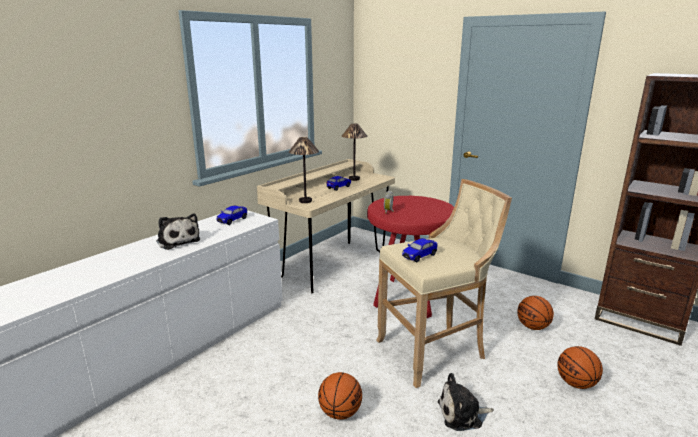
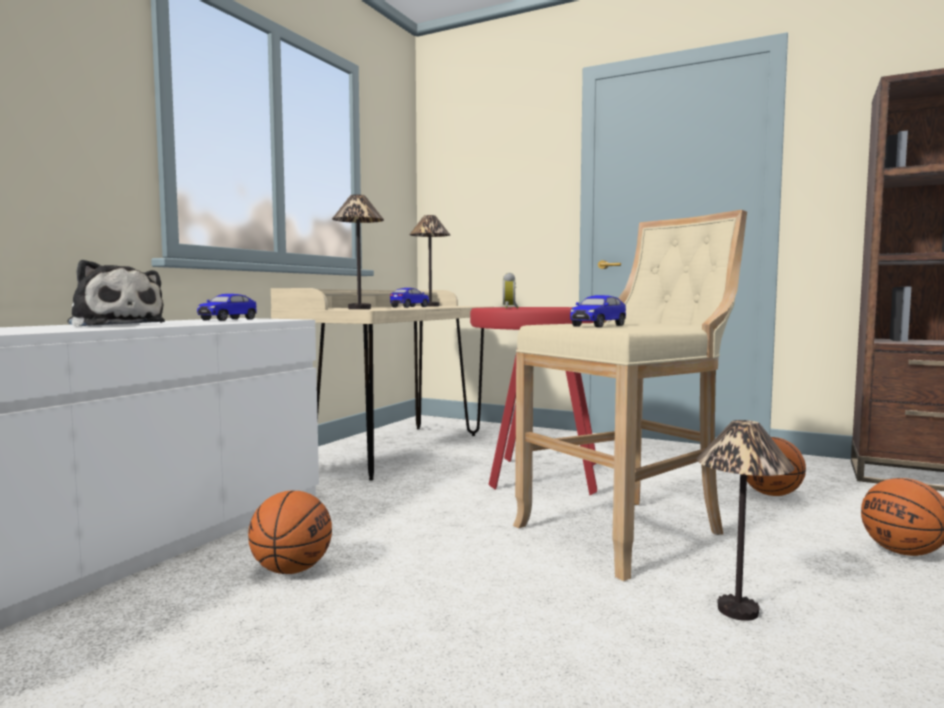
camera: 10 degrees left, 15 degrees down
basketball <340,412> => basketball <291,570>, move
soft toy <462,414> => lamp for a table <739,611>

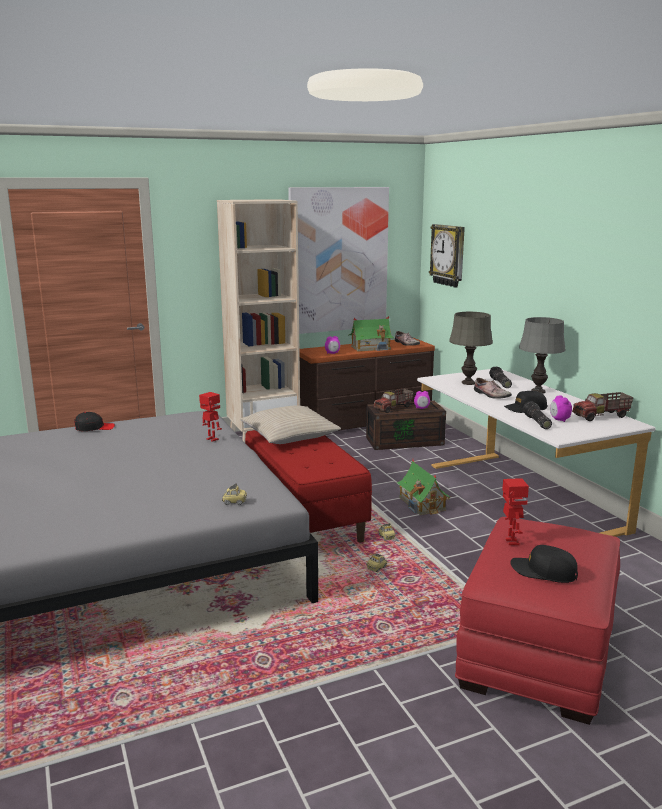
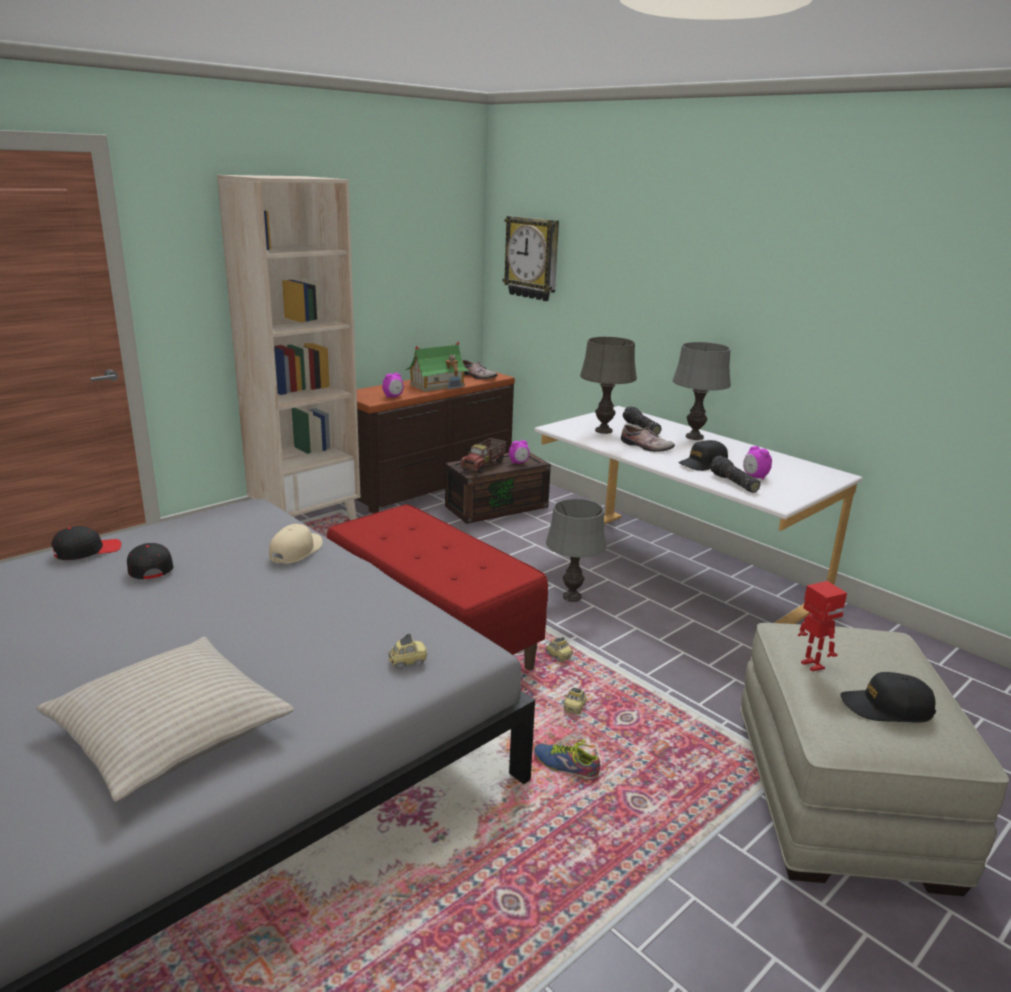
camera: 20 degrees left, 5 degrees up
robot figure <212,439> => beige baseball cap <296,551>
beige pillow <289,435> => beige pillow <170,731>, move
wall picture <338,260> => nothing
model house <422,503> => grey lamp for a table <572,597>
reddish pouffe <537,653> => beige pouffe <840,799>
toy truck <601,416> => nothing
nothing => black-coloured baseball cap <149,567>
nothing => item of footwear <566,764>

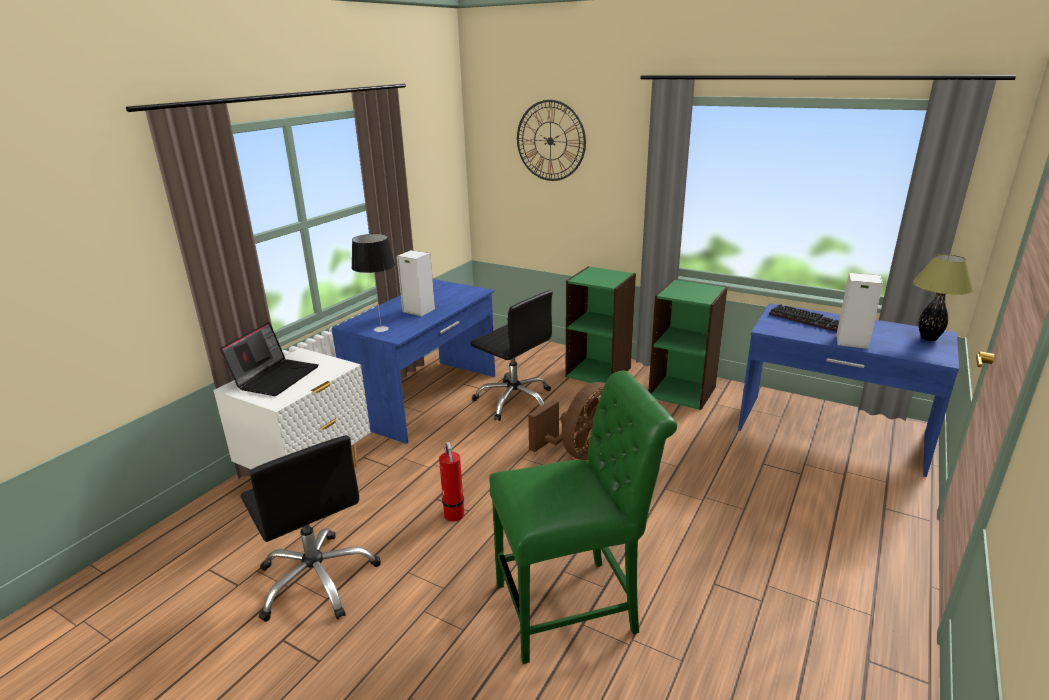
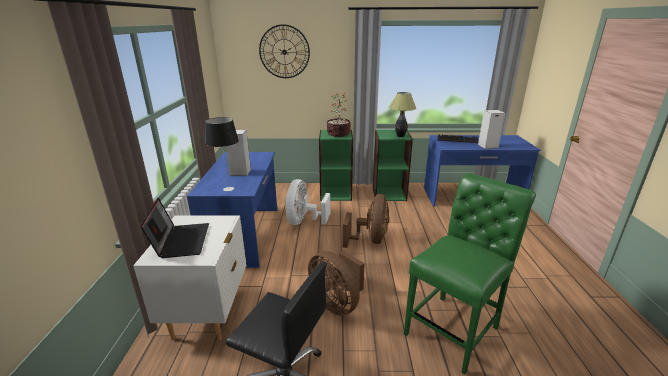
camera: 30 degrees left, 0 degrees up
extinguisher <454,516> => brown electric fan <337,303>
black-coloured office chair <514,400> => white electric fan <304,221>
lamp for a table <929,338> => lamp for a table <400,136>, move
nothing => potted plant <338,134>

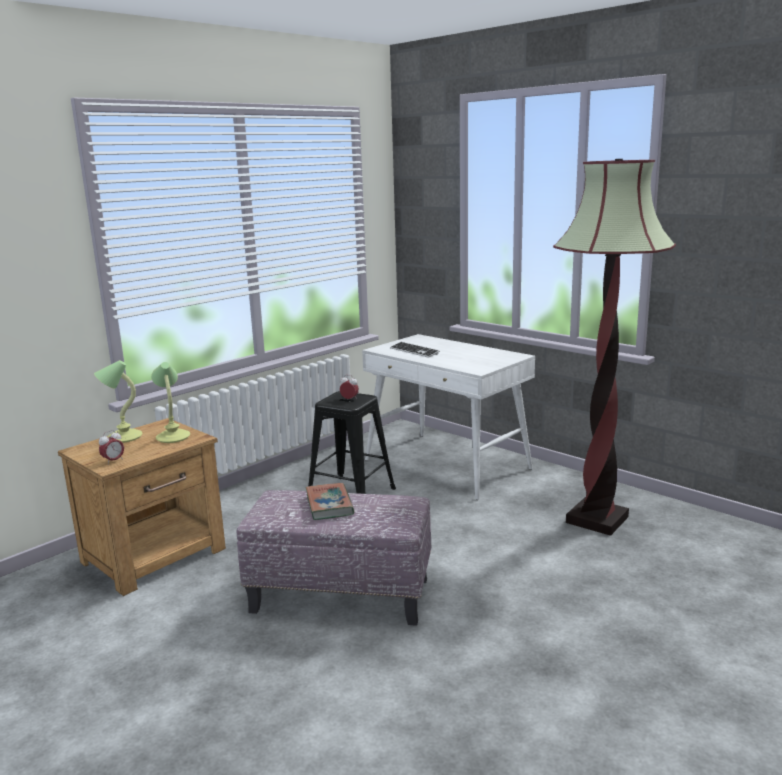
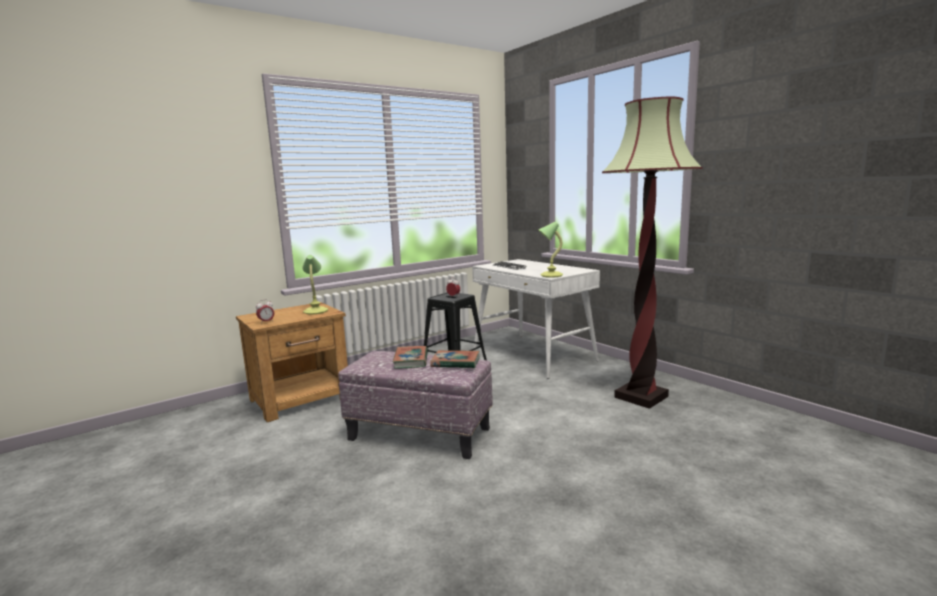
camera: 10 degrees right, 5 degrees down
lamp for a table <123,437> => lamp for a table <550,275>, move
nothing => volume <455,363>

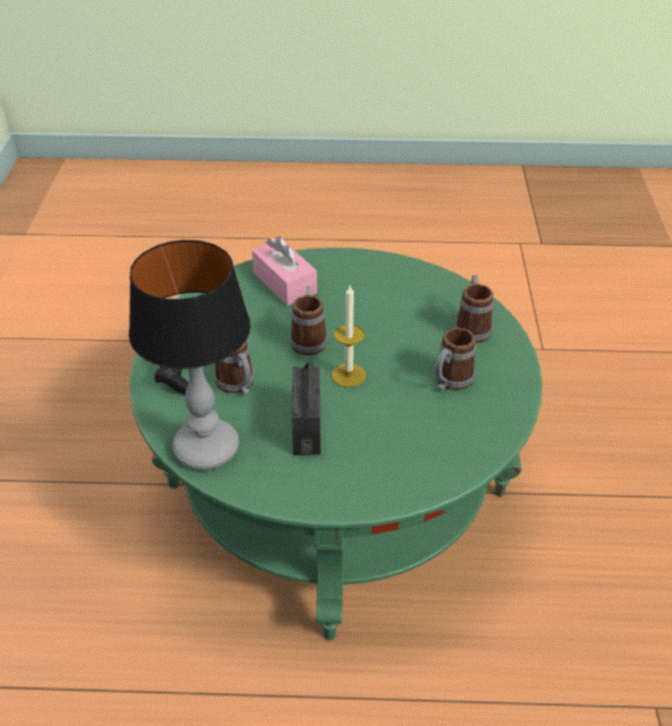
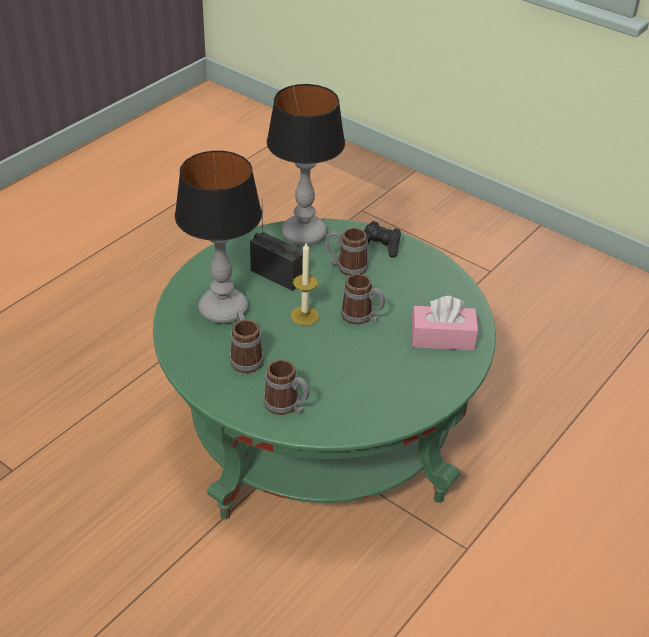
camera: 125 degrees right, 0 degrees up
nothing => lamp for a table <223,310>

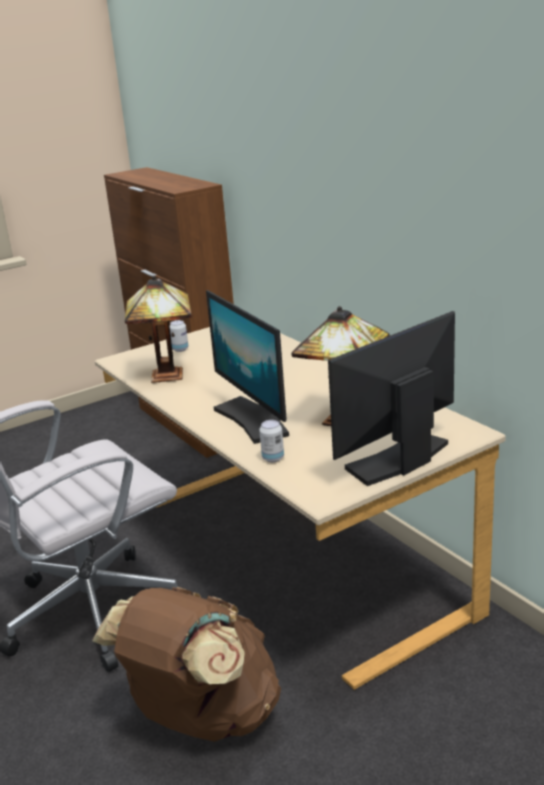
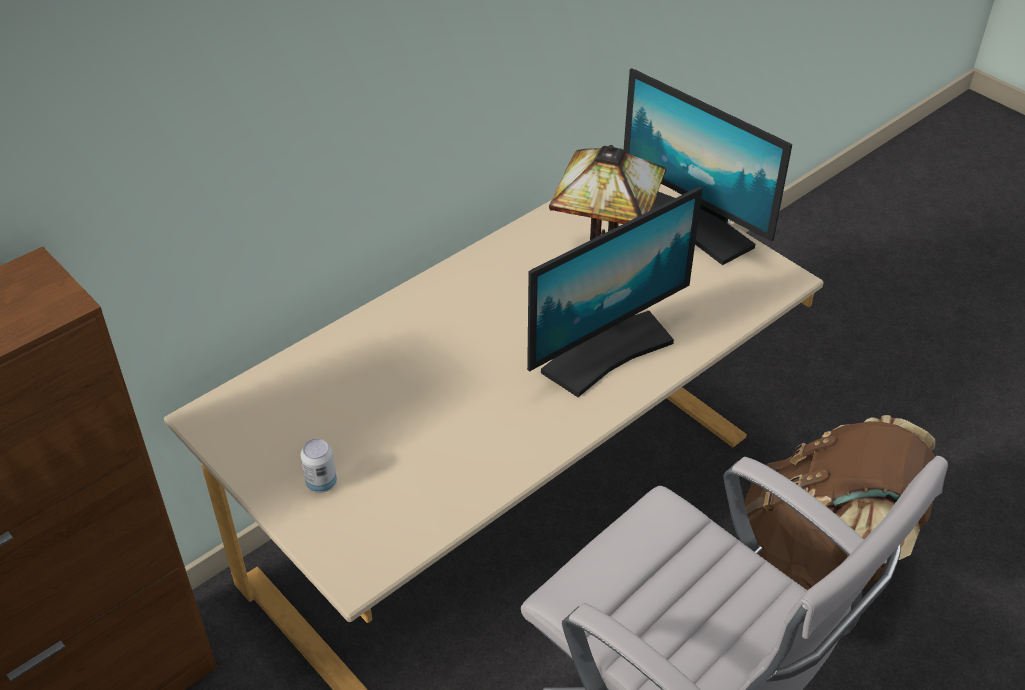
camera: 100 degrees left, 20 degrees up
lamp for a table <165,375> => nothing
sealed can <273,458> => nothing

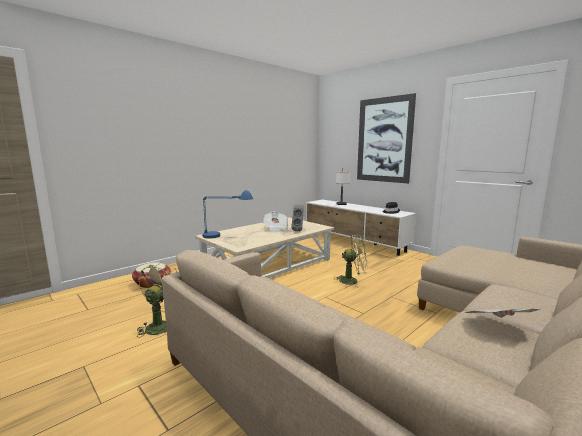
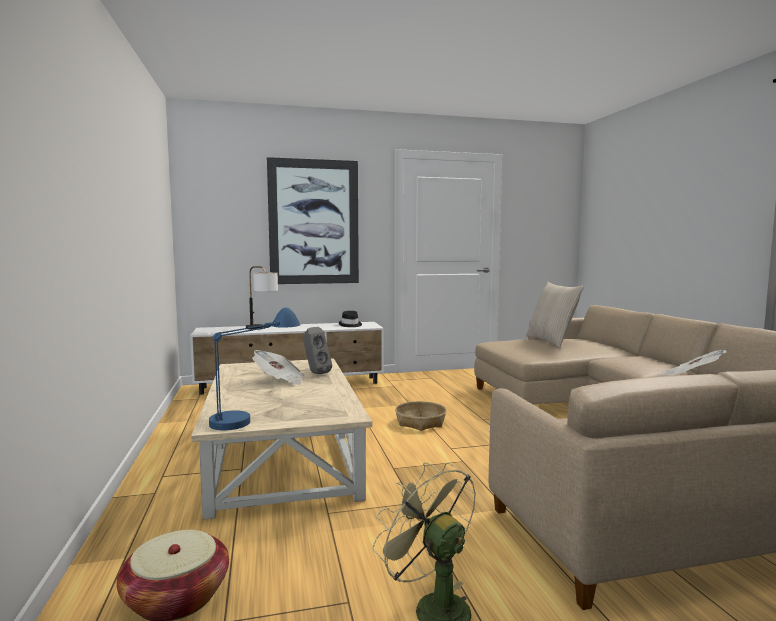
camera: 60 degrees left, 5 degrees down
green-coloured electric fan <352,281> => basket <420,422>
nothing => beige pillow <551,341>

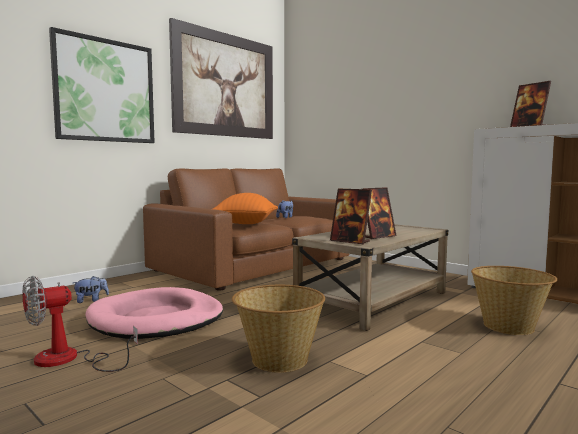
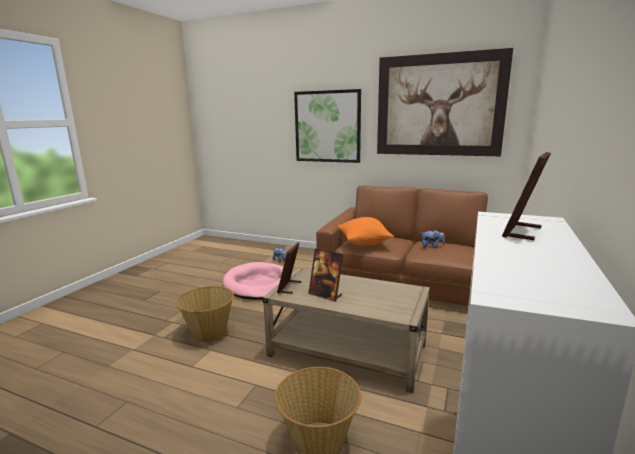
camera: 70 degrees right, 10 degrees up
electric fan <68,360> => nothing

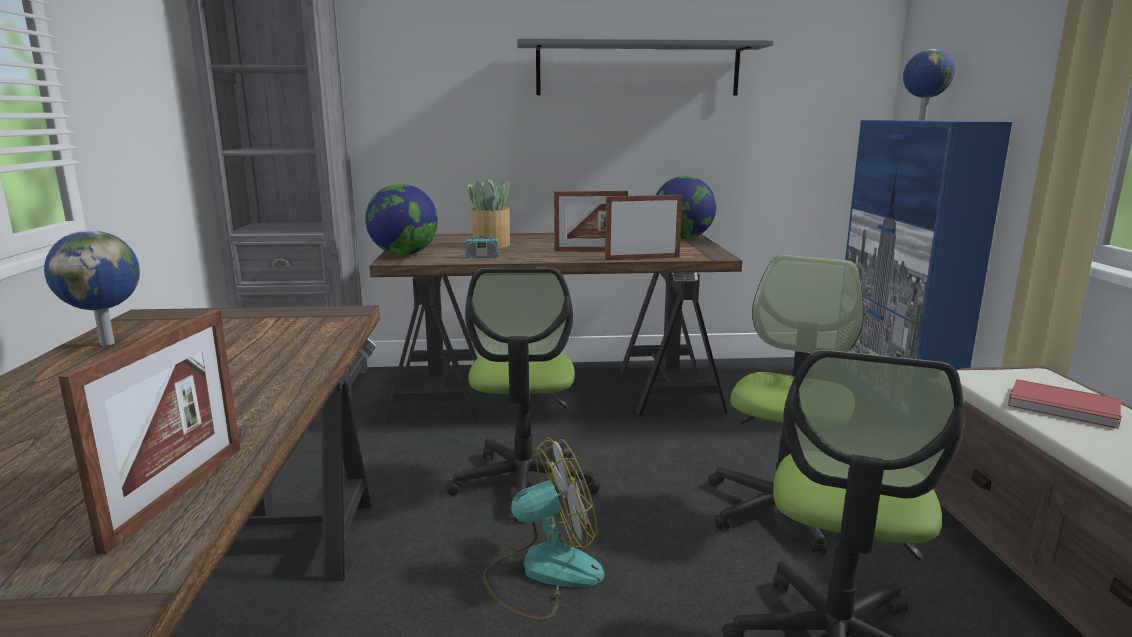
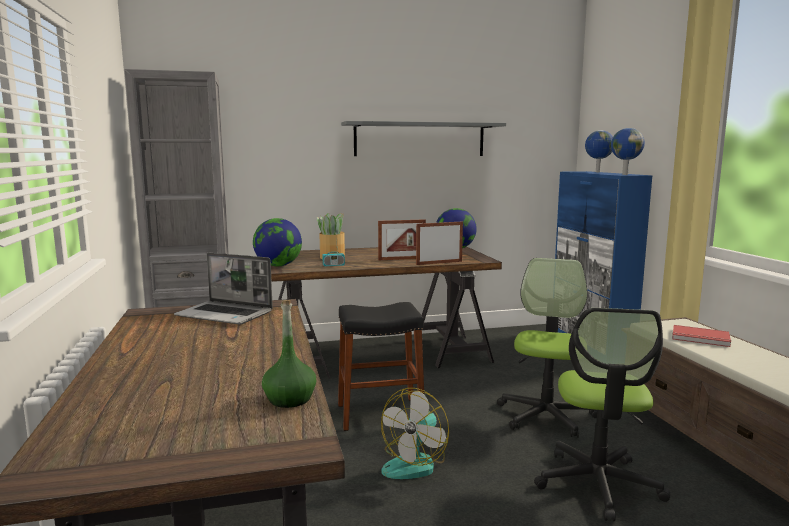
camera: 10 degrees left, 5 degrees down
world globe <108,343> => world globe <624,174>, move
picture frame <178,494> => green-coloured drink bottle <289,399>
office chair <524,482> => black-coloured stool seat <380,413>
electric fan <543,572> => electric fan <415,463>, 150 degrees clockwise
nothing => laptop <226,314>

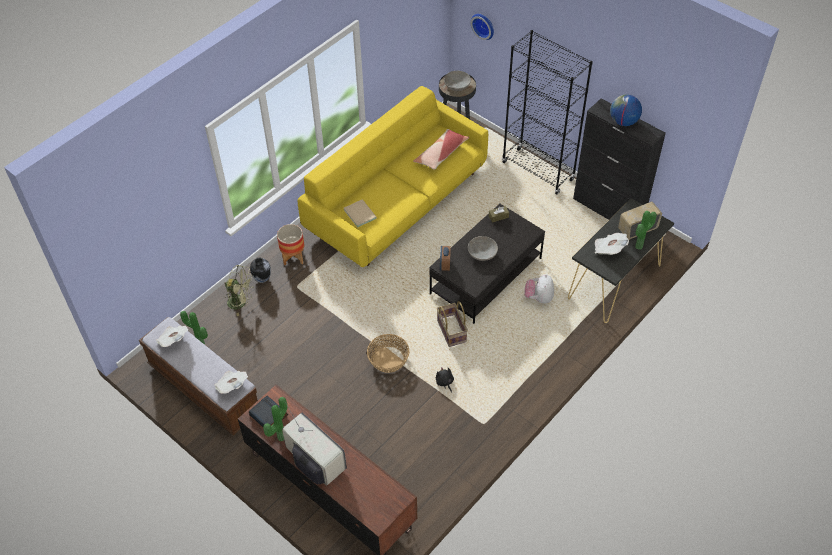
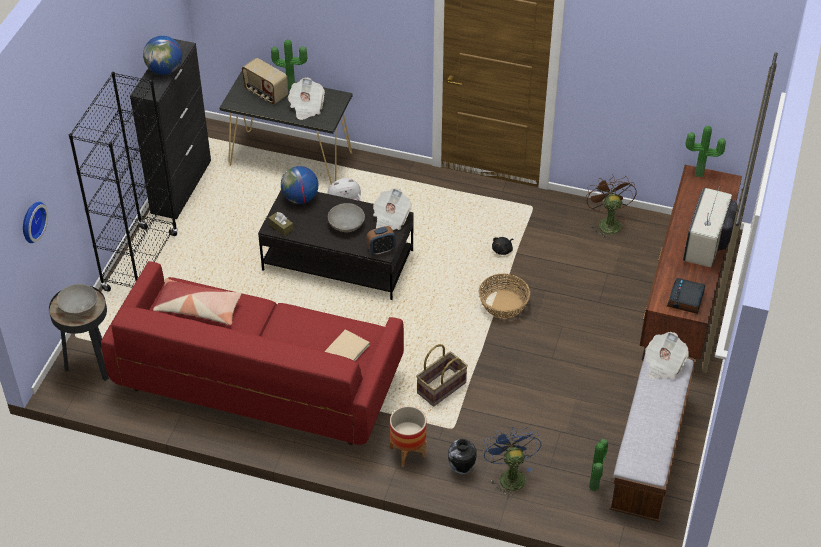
camera: 115 degrees left, 5 degrees down
newspaper <173,340> => newspaper <390,218>, move
green-coloured electric fan <241,302> => blue-coloured electric fan <509,475>
potted plant <280,437> => potted plant <699,175>, move
yellowish settee <398,202> => reddish settee <258,379>
basket <451,331> => basket <442,388>, move
nothing => world globe <300,198>
nothing => brown electric fan <607,222>

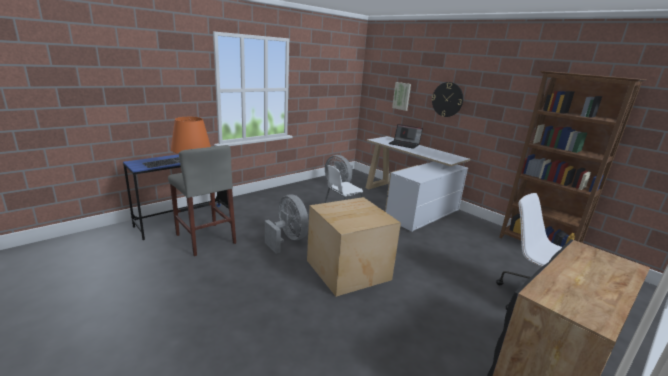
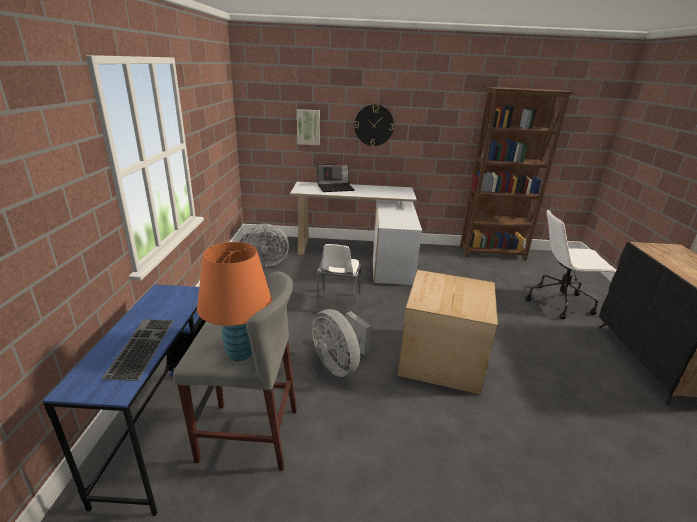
camera: 45 degrees left, 5 degrees up
grey electric fan <288,239> => grey electric fan <339,364>, 135 degrees counterclockwise

